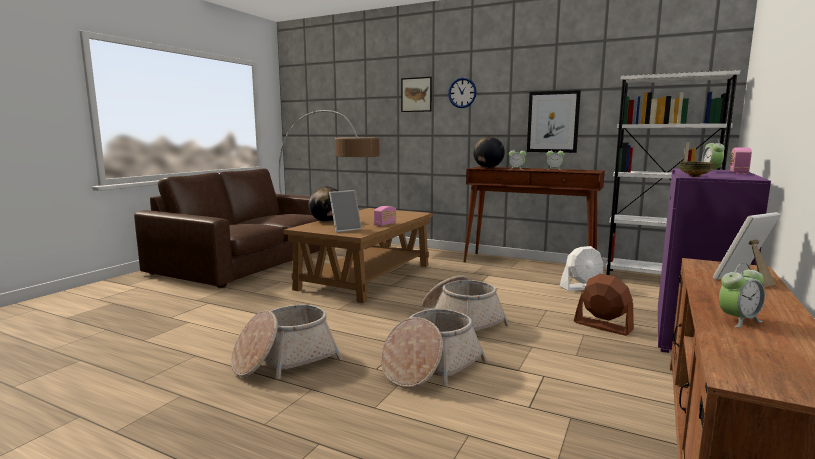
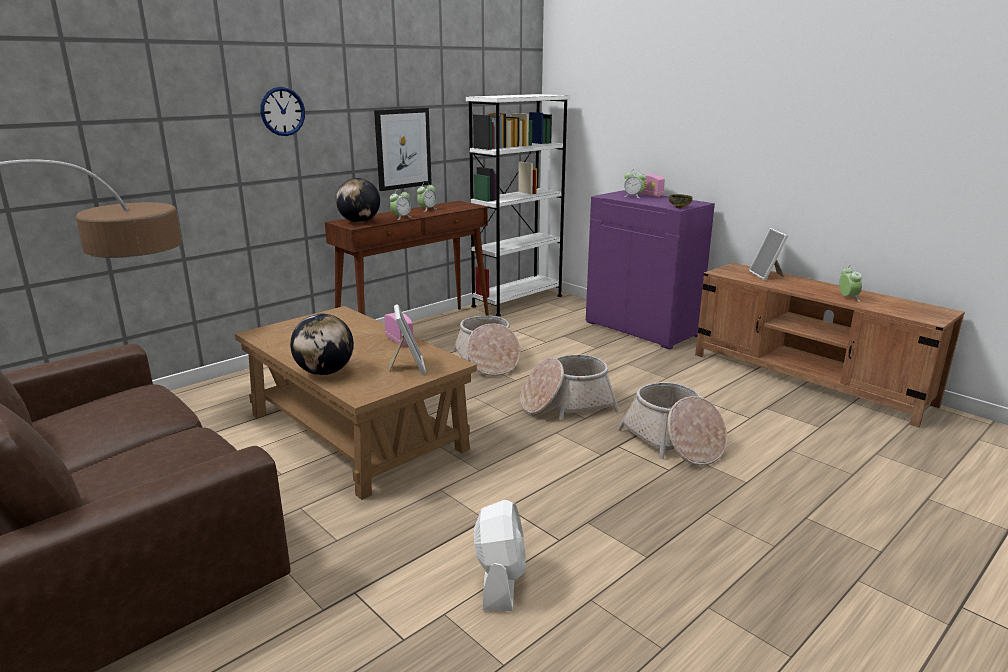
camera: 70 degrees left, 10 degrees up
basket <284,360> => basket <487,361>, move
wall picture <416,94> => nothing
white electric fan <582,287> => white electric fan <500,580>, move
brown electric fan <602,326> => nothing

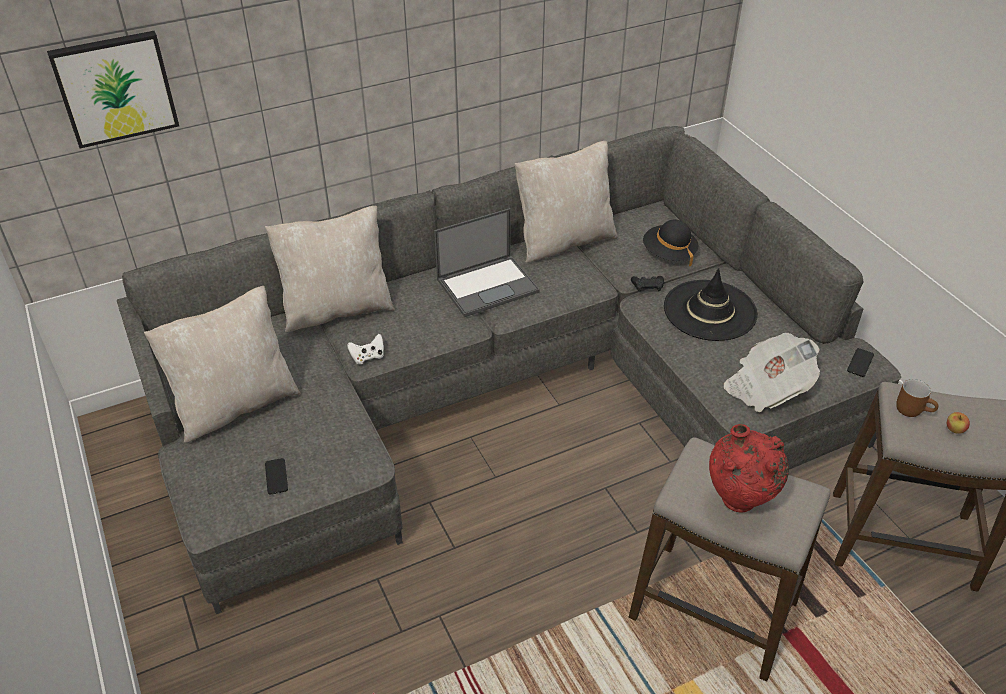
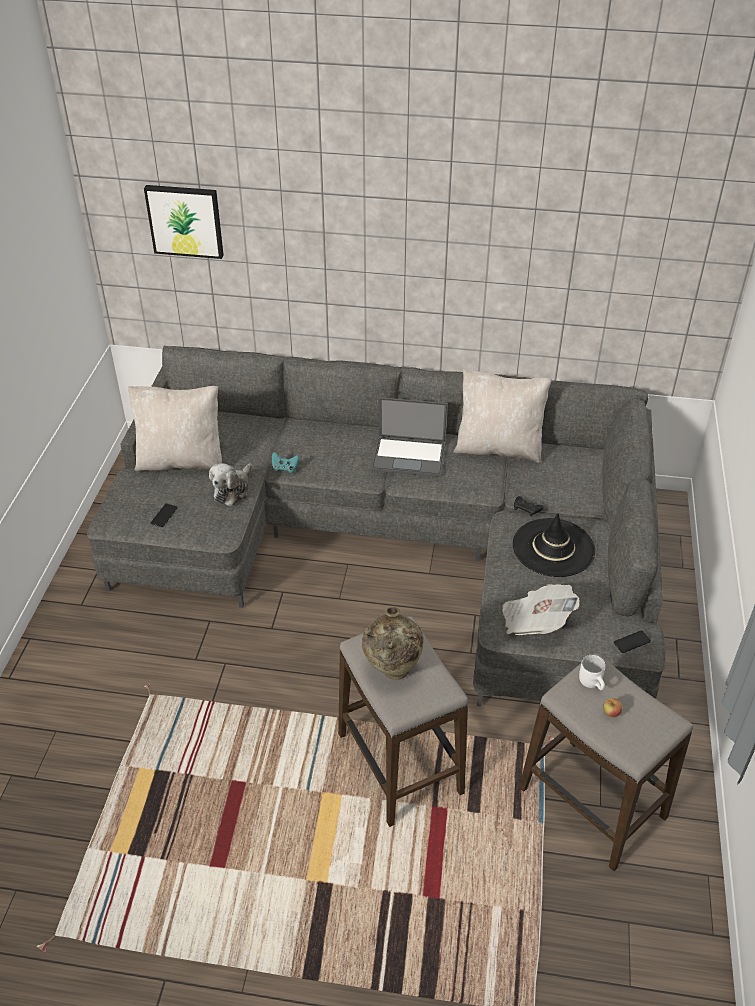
camera: 35 degrees right, 0 degrees up
beige pillow <337,309> => nothing
white joypad <368,357> => turquoise-coloured joypad <285,468>
black-coloured clothing hat <668,254> => nothing
reddish vase <738,504> => beige vase <392,672>
brown mug <913,409> => white mug <593,682>
nothing => soft toy <232,490>

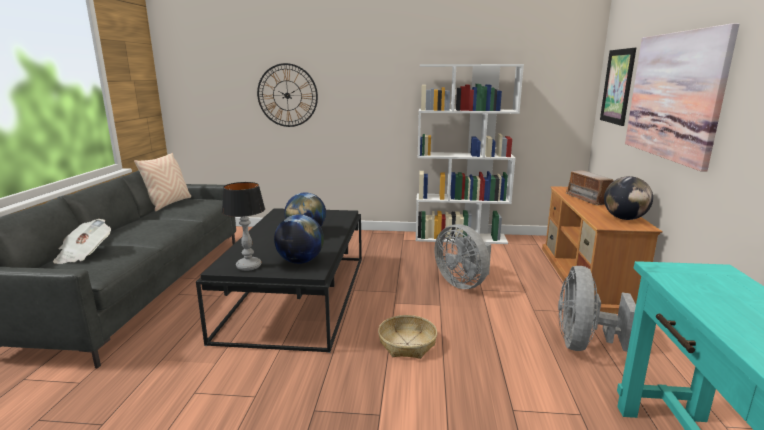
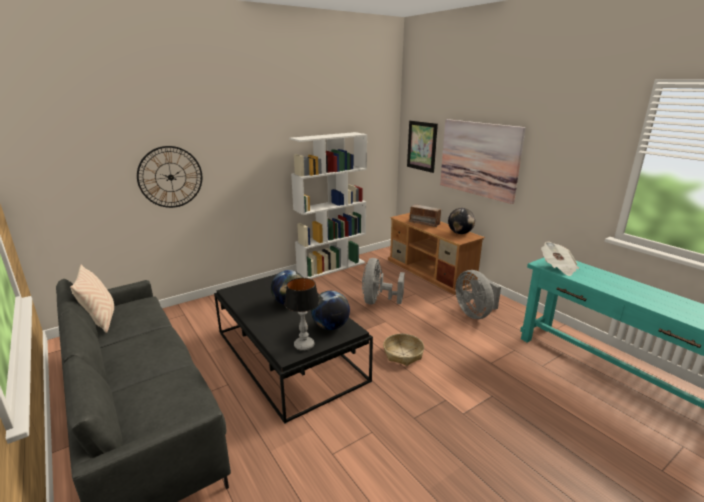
camera: 40 degrees left, 5 degrees up
newspaper <84,254> => newspaper <558,267>, move
grey electric fan <463,283> => grey electric fan <378,301>, 90 degrees clockwise

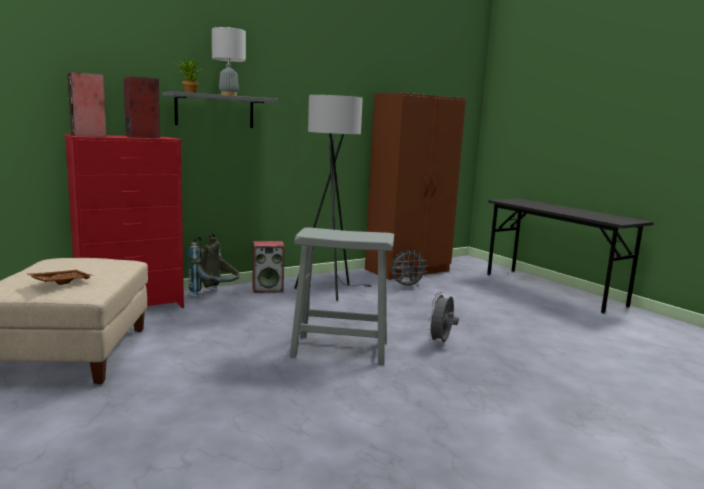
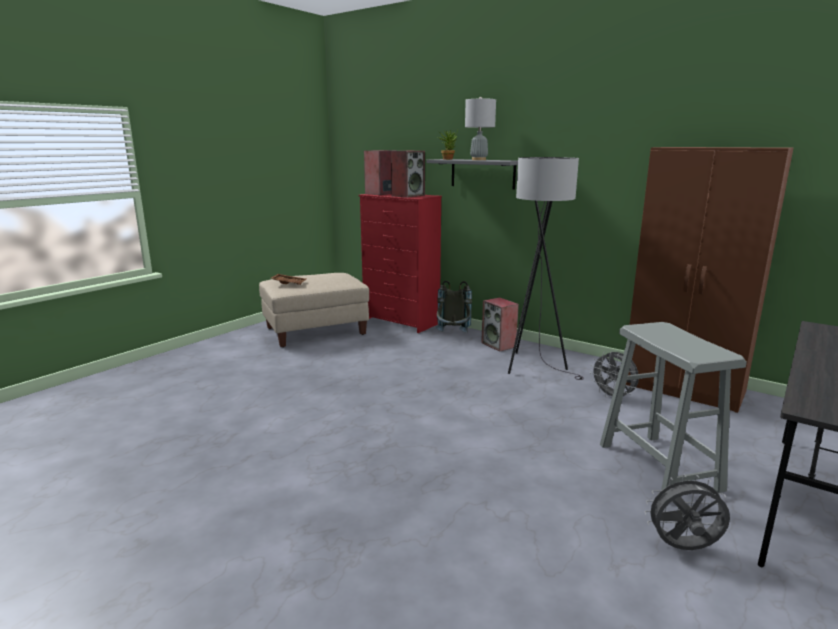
camera: 70 degrees right, 5 degrees up
grey stool seat <339,348> => grey stool seat <658,466>, move
grey electric fan <440,342> => grey electric fan <683,548>, move

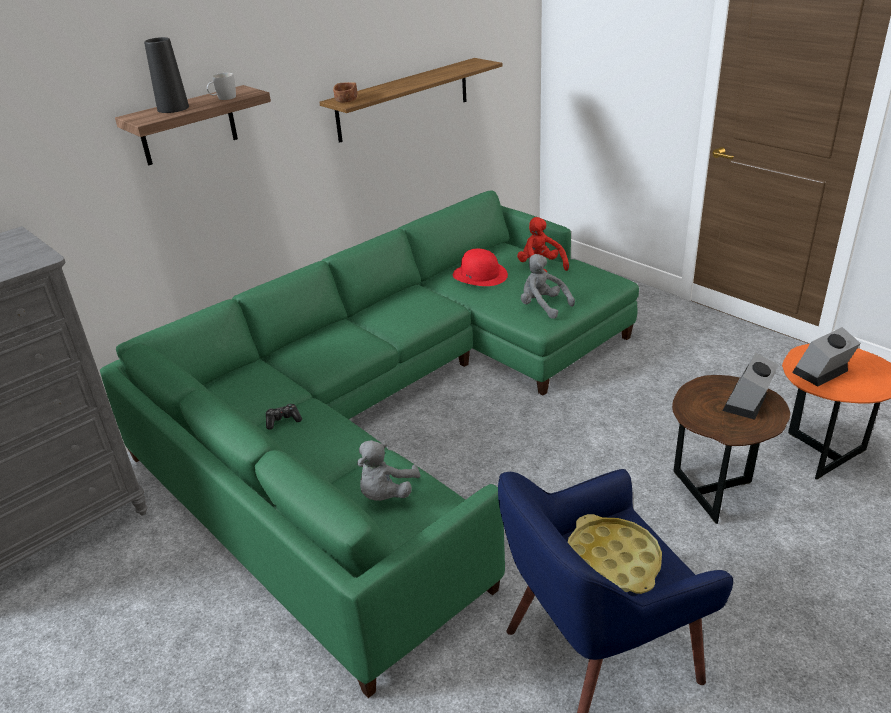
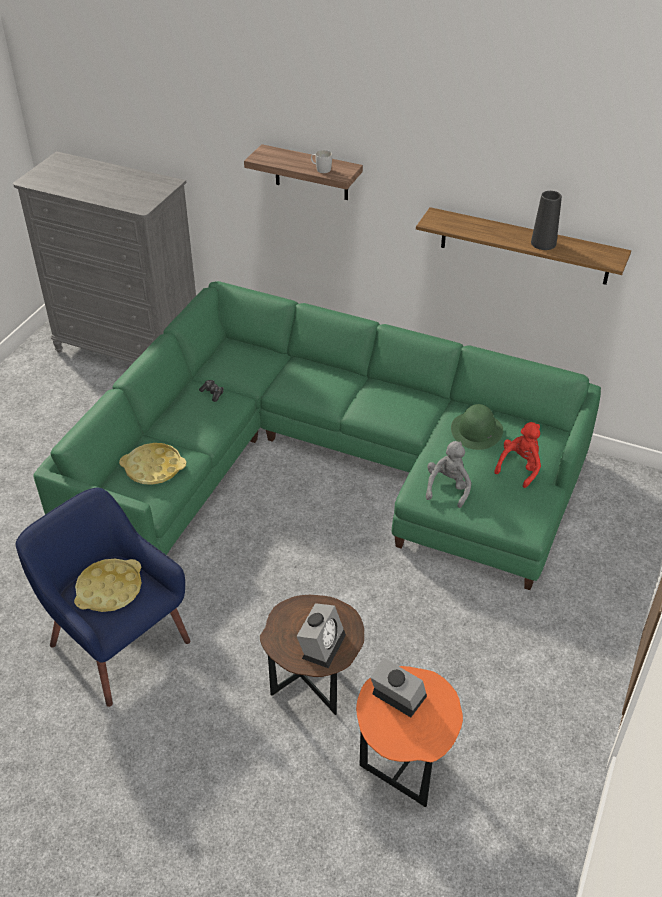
camera: 65 degrees right, 10 degrees up
black-coloured vase <173,108> => black-coloured vase <543,243>, move
brown serving bowl <346,100> => nothing
grey soft toy <386,494> => yellowish tray <153,468>
reddish clothing hat <480,275> => green-coloured clothing hat <476,430>
alarm clock <747,404> => alarm clock <322,644>, 105 degrees clockwise

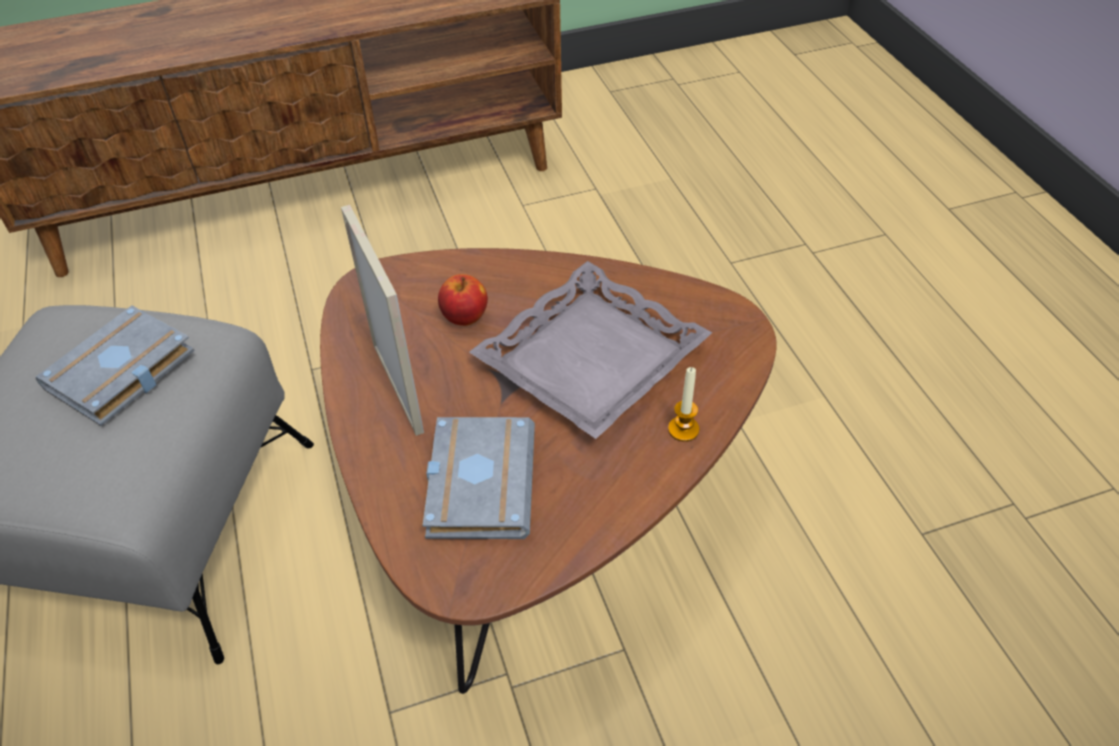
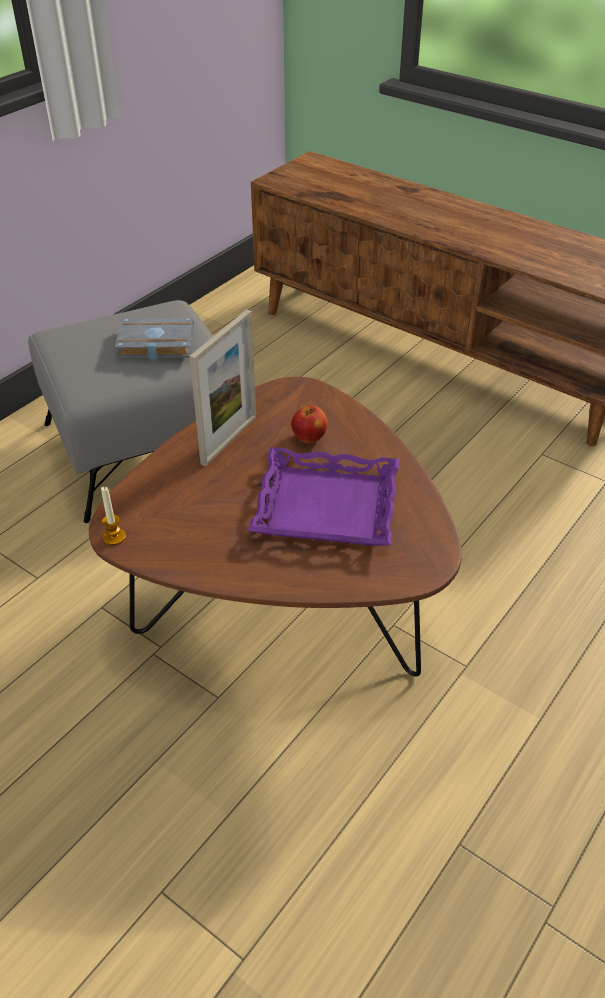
camera: 55 degrees right, 5 degrees down
grey volume <477,481> => nothing
grey tray <592,359> => purple tray <326,507>
candle <683,429> => candle <114,537>, move

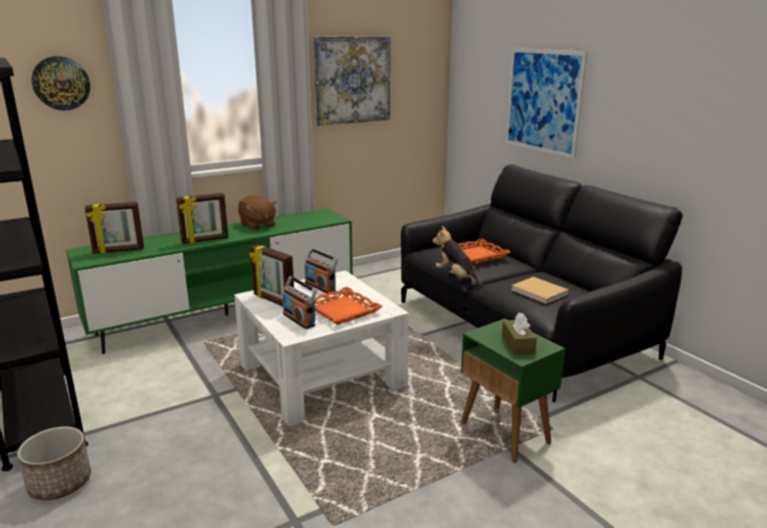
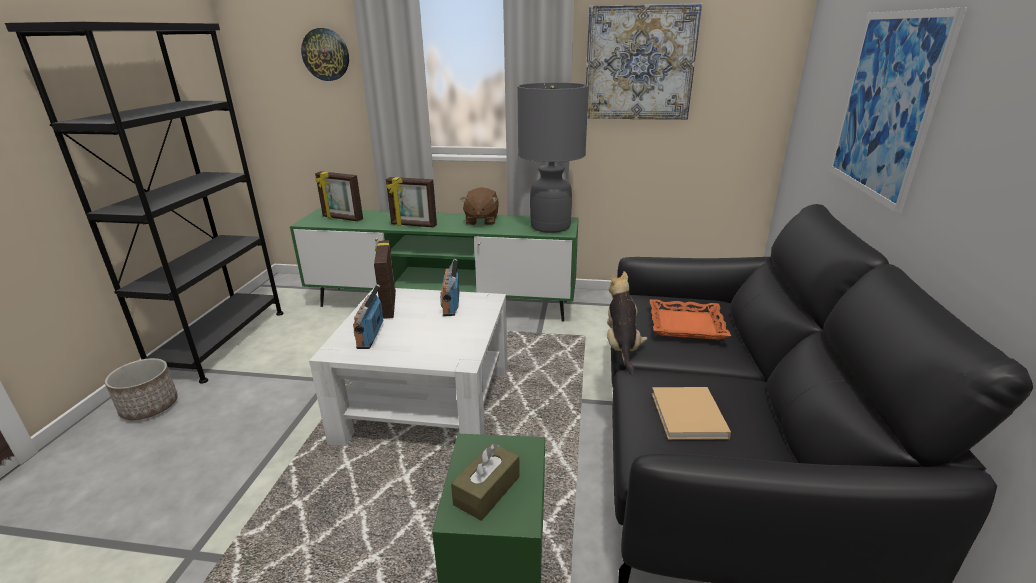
camera: 40 degrees right, 5 degrees up
orange tray <342,310> => nothing
nothing => grey lamp for a table <550,226>

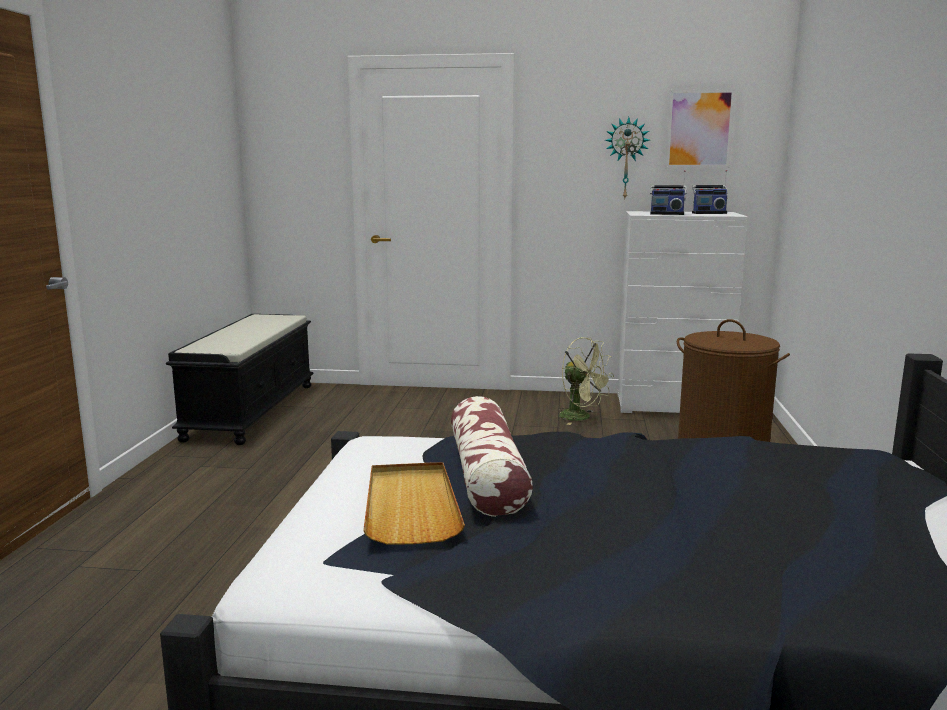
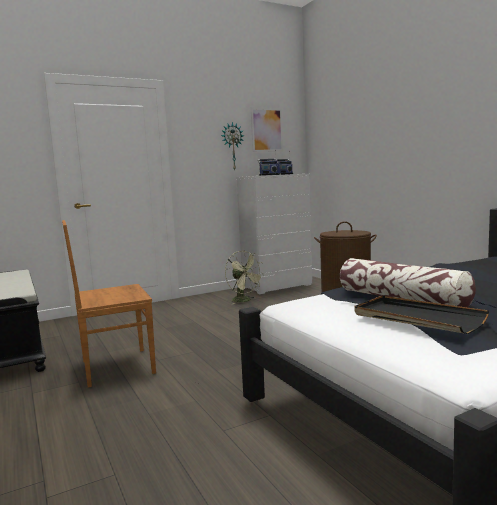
camera: 35 degrees left, 5 degrees down
beige tray <411,506> => black-coloured tray <417,318>
green-coloured electric fan <581,418> => green-coloured electric fan <244,301>, 45 degrees clockwise
nothing => brown plain chair <115,367>

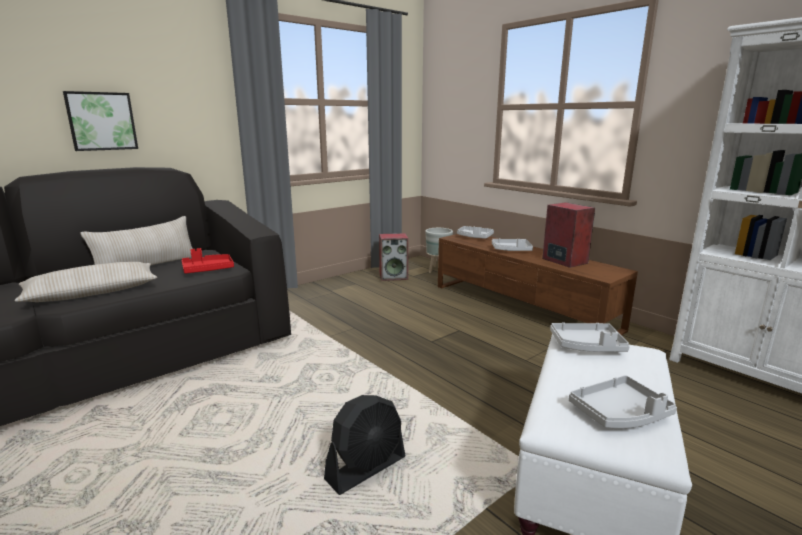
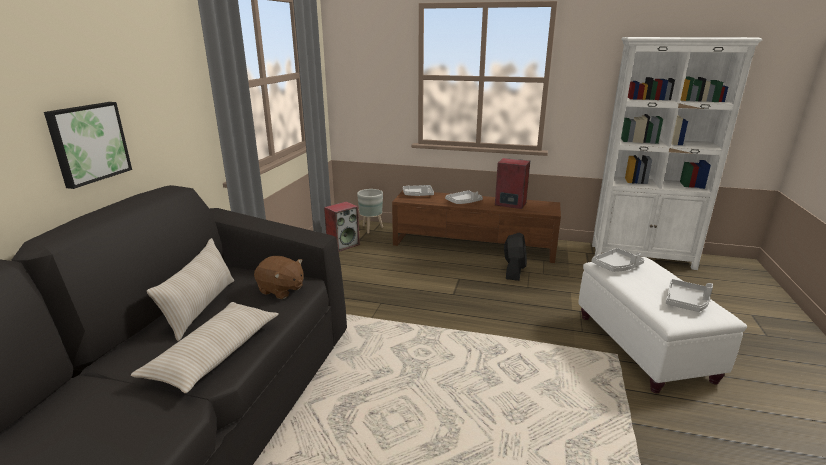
camera: 35 degrees left, 5 degrees up
reddish tray <208,270> => brown soft toy <281,290>
black-coloured electric fan <366,468> => black-coloured electric fan <514,271>, move

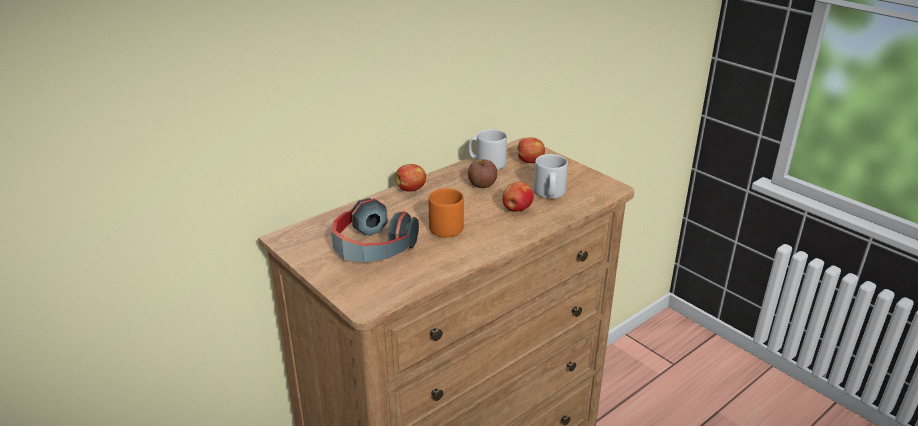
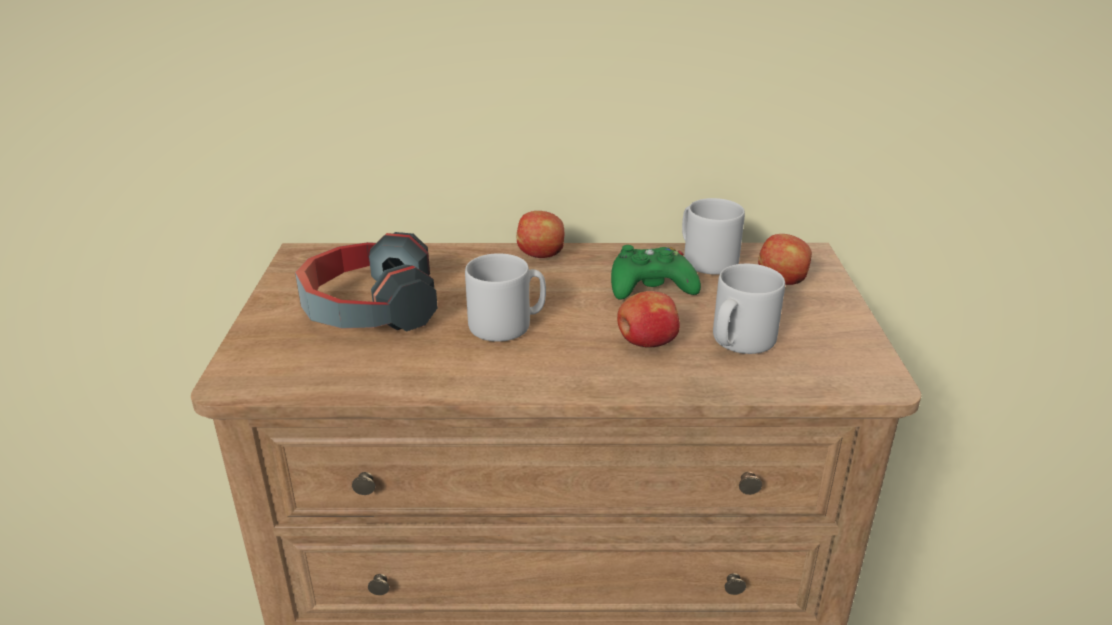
camera: 40 degrees right, 0 degrees up
orange mug <449,227> => grey mug <507,325>
apple <482,184> => green-coloured joypad <651,286>

